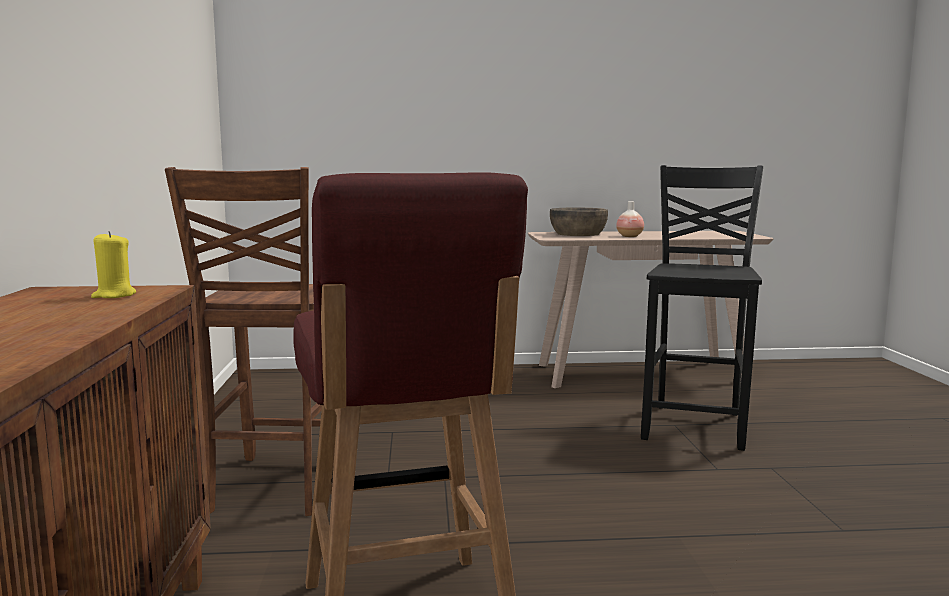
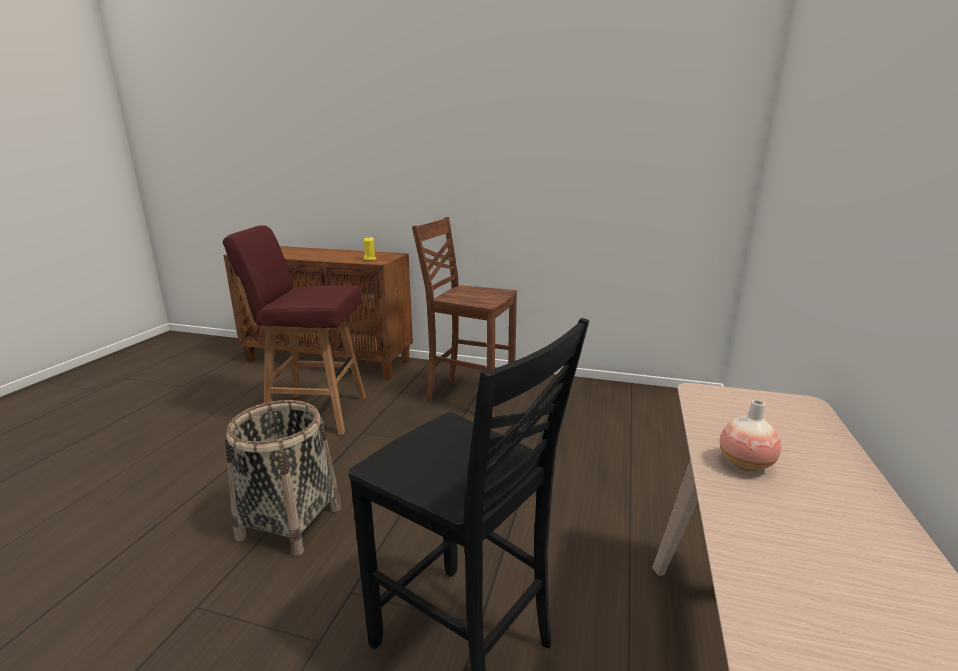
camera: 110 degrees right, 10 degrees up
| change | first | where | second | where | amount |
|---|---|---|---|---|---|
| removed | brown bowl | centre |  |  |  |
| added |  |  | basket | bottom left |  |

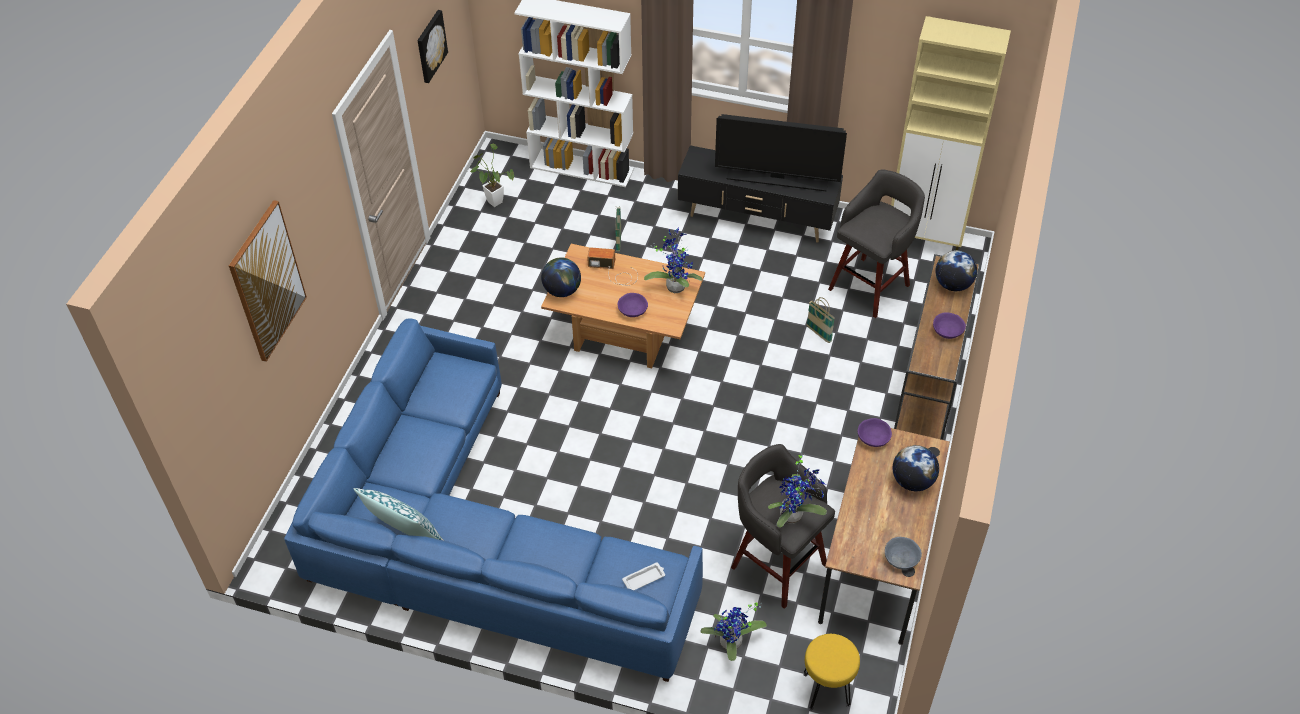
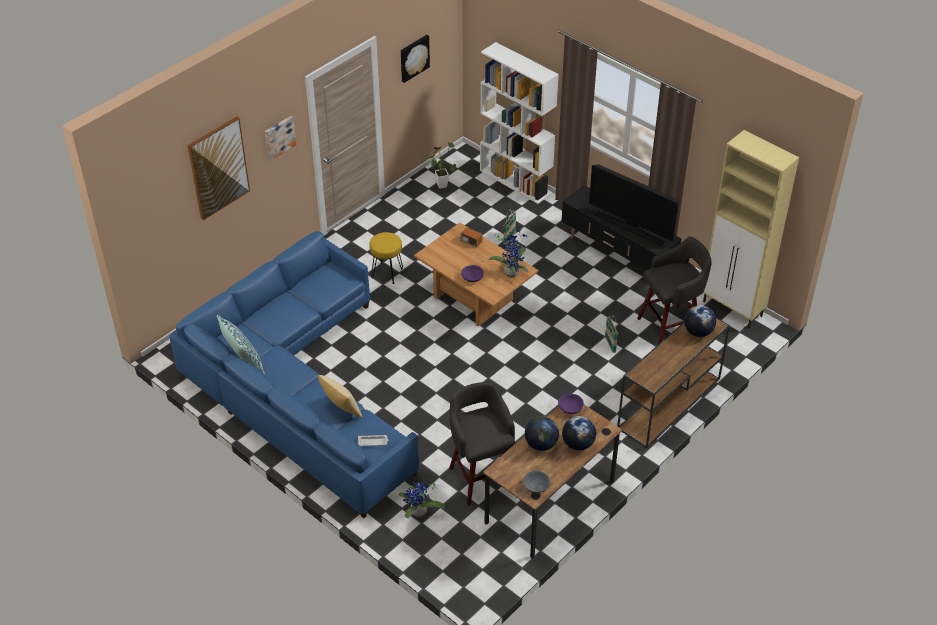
camera: 25 degrees right, 5 degrees down
| change | first | where | second | where | amount |
|---|---|---|---|---|---|
| removed | potted plant (4th from left) | bottom centre |  |  |  |
| removed | purple bowl (3rd from left) | middle right |  |  |  |
| added |  |  | picture (2nd from left) | top left |  |
| added |  |  | pillow (2nd from left) | centre |  |
| moved | globe (1st from left) | centre |  | bottom centre |  |
| moved | yellow stool | bottom centre |  | centre |  |

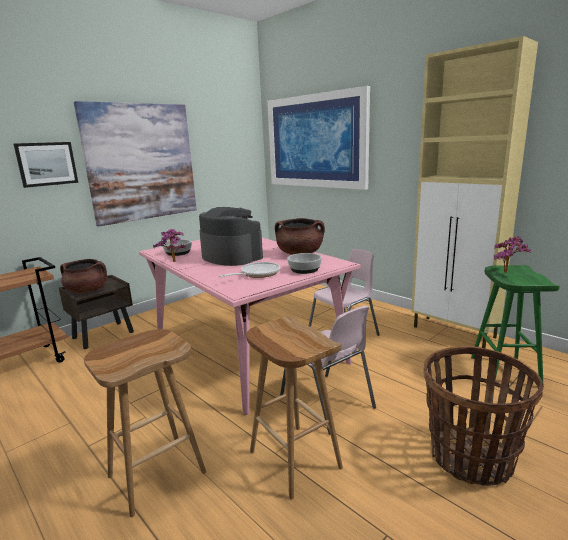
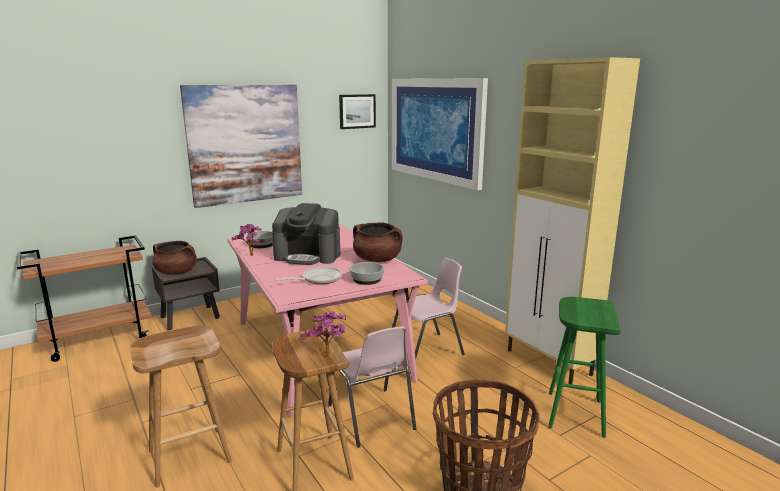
camera: 10 degrees right, 0 degrees up
| change | first | where | second | where | amount |
|---|---|---|---|---|---|
| moved | picture (1st from left in the first image) | top left | picture (2nd from left) | top centre |  |
| moved | potted plant (2nd from left) | middle right |  | bottom centre |  |
| turned | coffee machine | centre |  | centre | 135 degrees clockwise |

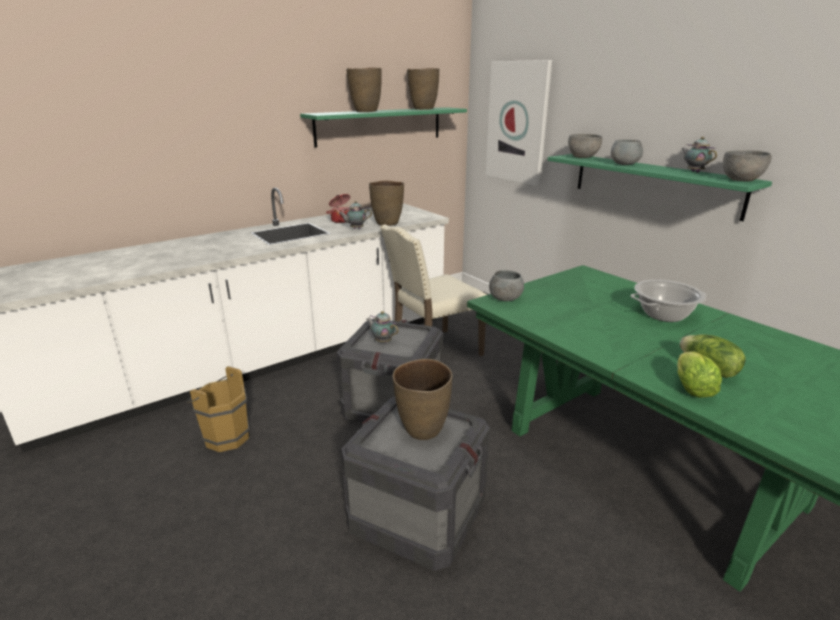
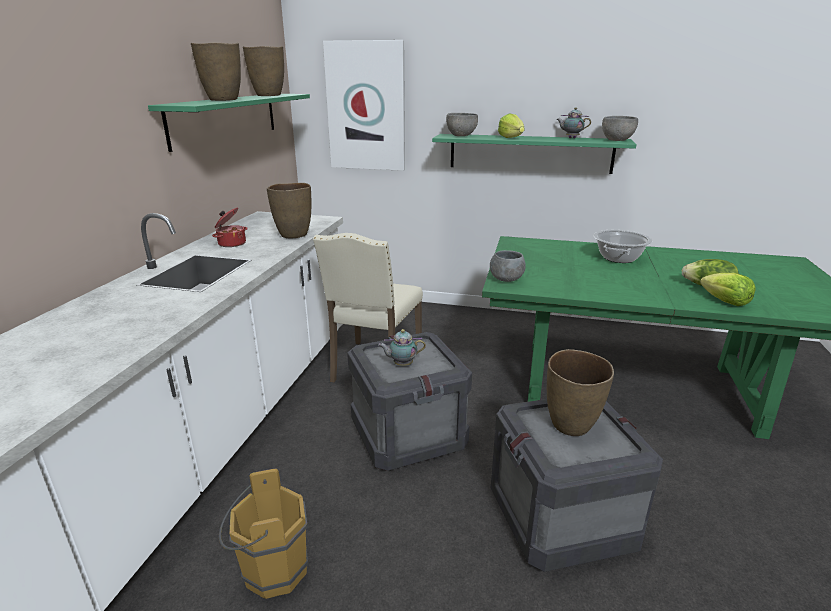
camera: 40 degrees left, 0 degrees up
| change | first | where | second | where | amount |
|---|---|---|---|---|---|
| removed | teapot (1st from left) | centre |  |  |  |
| replaced | grey bowl (3rd from left) | top right | lettuce (1st from left) | top centre |  |

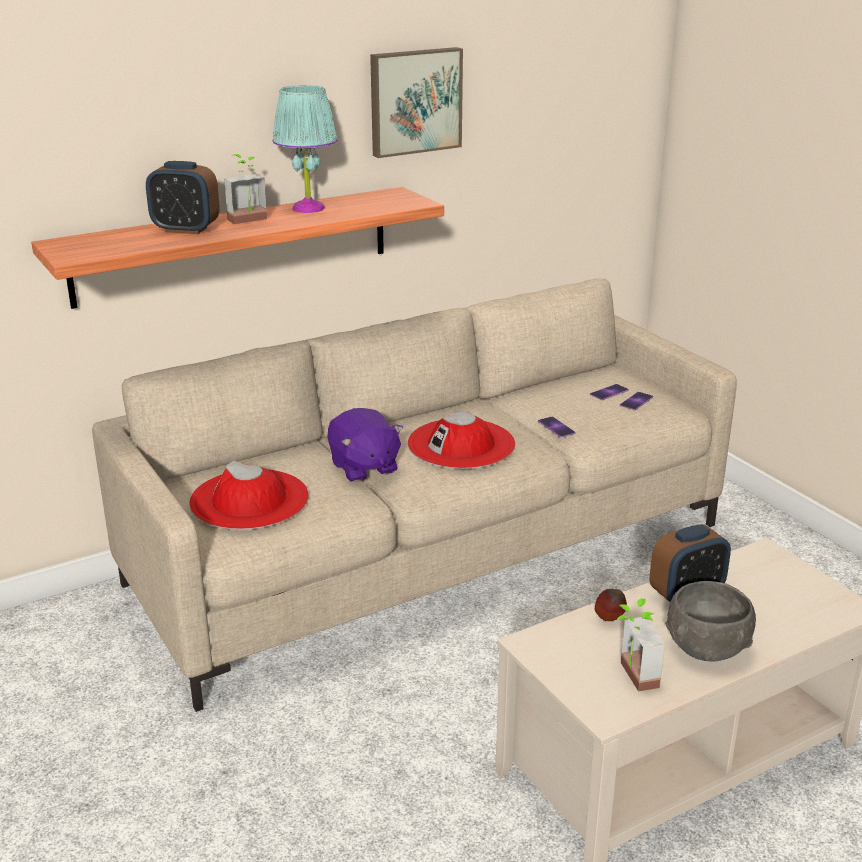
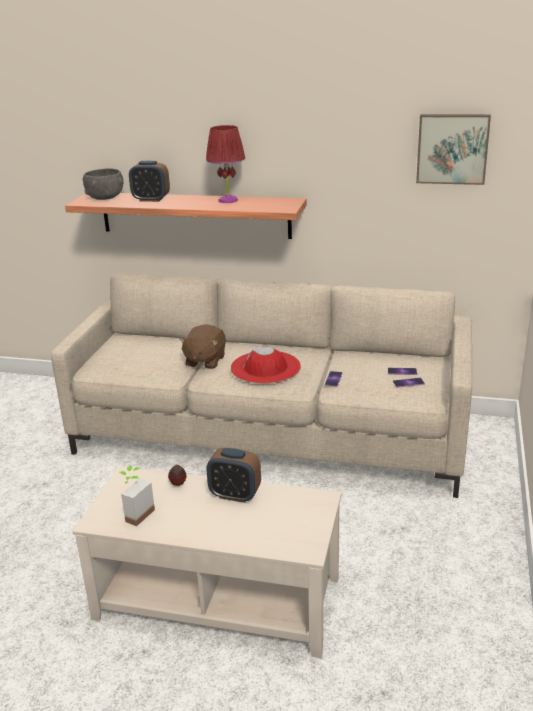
camera: 45 degrees right, 0 degrees up
| change | first | where | second | where | amount |
|---|---|---|---|---|---|
| removed | red hat (1st from left) | middle left |  |  |  |
| removed | potted plant (1st from left) | top left |  |  |  |
| moved | picture | top centre |  | top right |  |
| moved | grey bowl | bottom right |  | top left |  |
| recoloured | turquoise table lamp | top centre | red table lamp | top centre |  |
| recoloured | purple plush toy | centre | brown plush toy | centre |  |
| turned | alarm clock (1st from left) | top left |  | top left | 45 degrees counterclockwise |

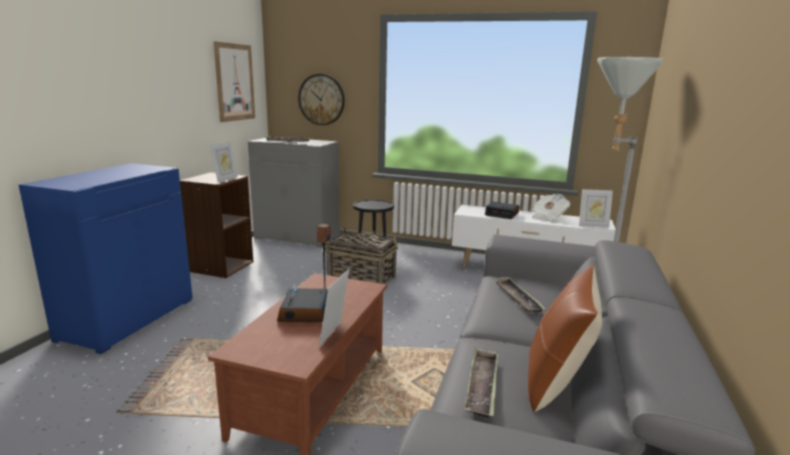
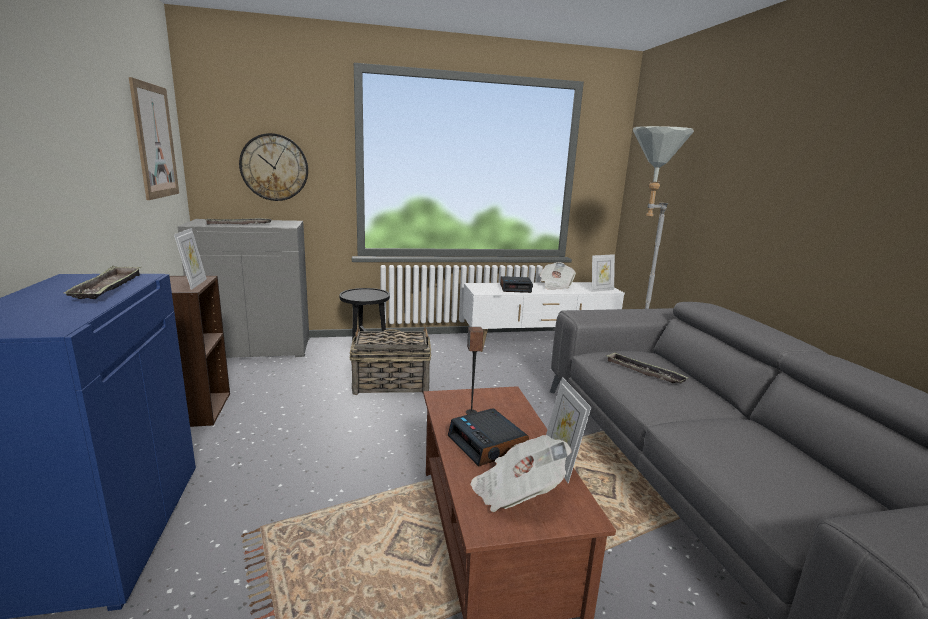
camera: 30 degrees left, 0 degrees up
| change | first | where | second | where | amount |
|---|---|---|---|---|---|
| removed | brown pillow | bottom right |  |  |  |
| added |  |  | newspaper (1st from left) | bottom centre |  |
| moved | tray (2nd from left in the first image) | bottom centre | tray (1st from left) | middle left |  |

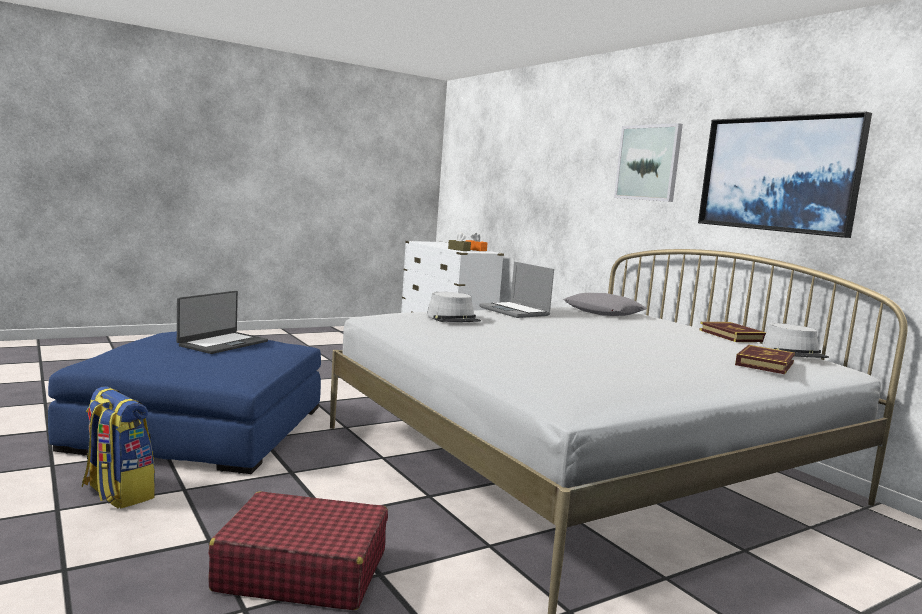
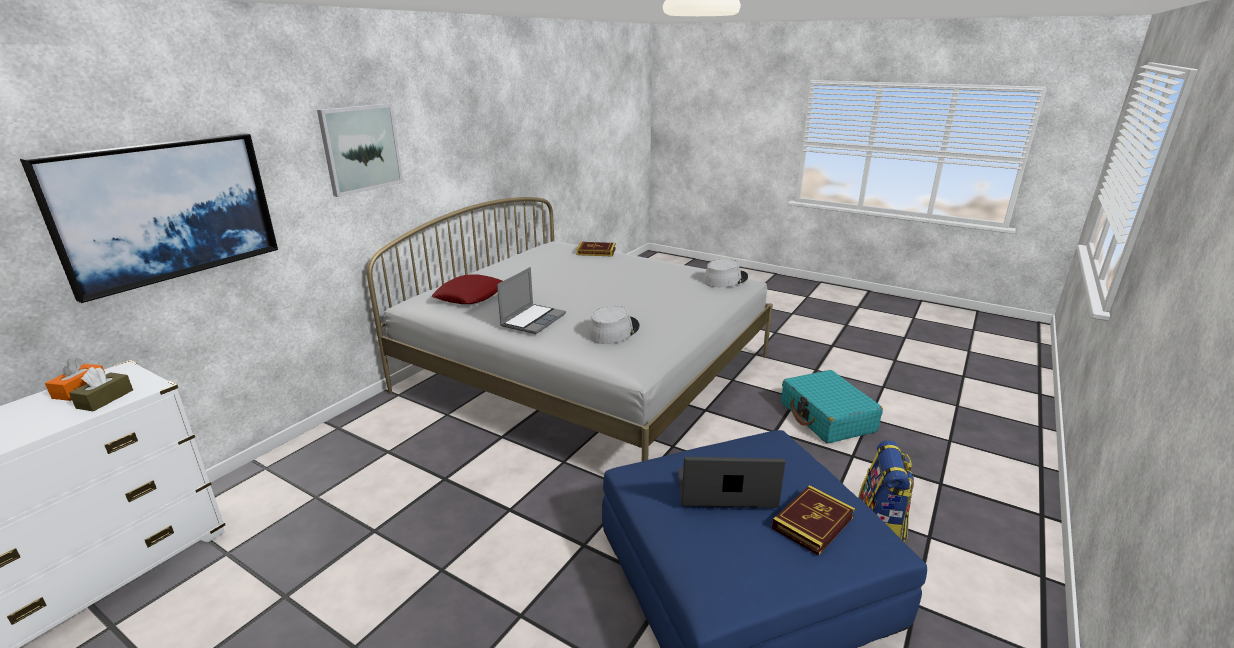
camera: 115 degrees left, 15 degrees up
| change | first | where | second | where | amount |
|---|---|---|---|---|---|
| moved | picture (2nd from left in the first image) | top right | picture (1st from left) | middle left |  |
| moved | book (1st from left in the first image) | middle right | book (2nd from left) | bottom centre |  |
| moved | grey hat (2nd from left) | middle right |  | centre |  |
| recoloured | red suitcase | bottom left | turquoise suitcase | middle right |  |
| recoloured | grey pillow | centre | red pillow | centre |  |

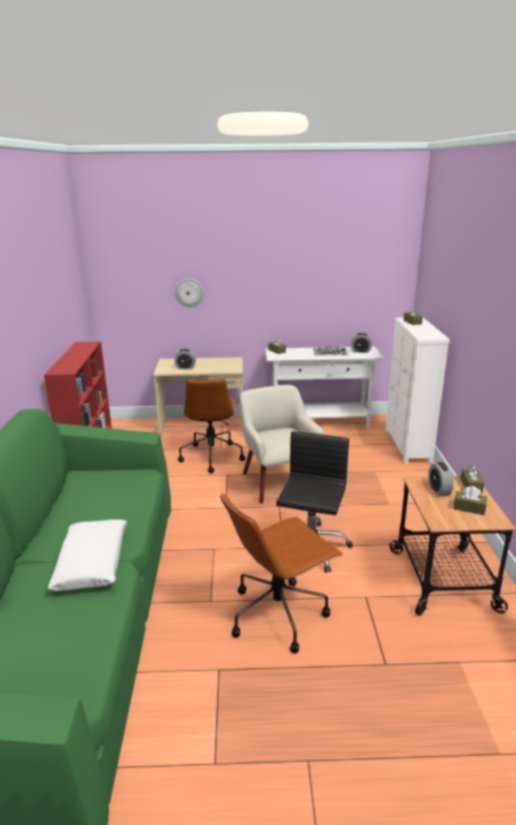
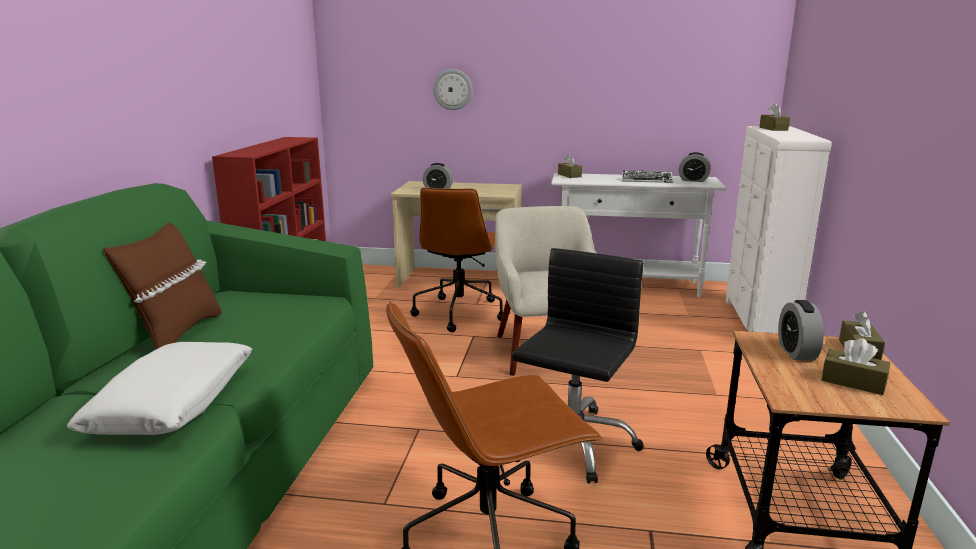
camera: 10 degrees right, 5 degrees down
| change | first | where | second | where | amount |
|---|---|---|---|---|---|
| added |  |  | brown pillow | middle left |  |

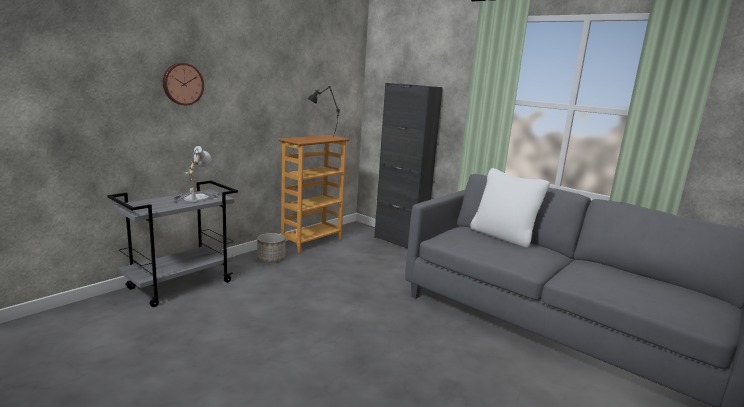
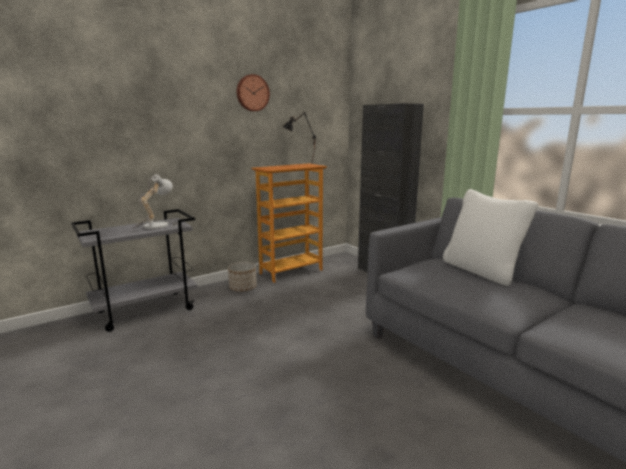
camera: 15 degrees right, 0 degrees up
| change | first | where | second | where | amount |
|---|---|---|---|---|---|
| moved | wall clock | top left |  | top centre |  |

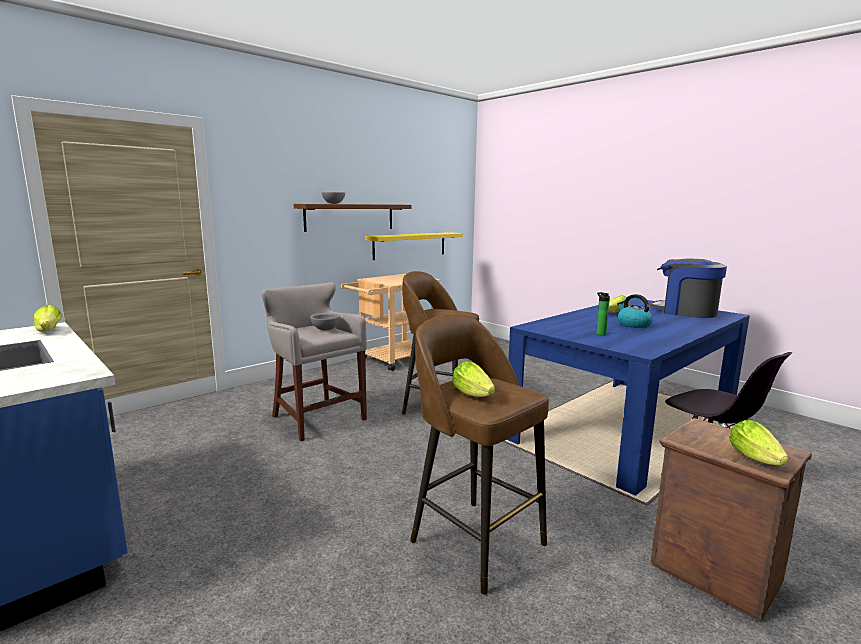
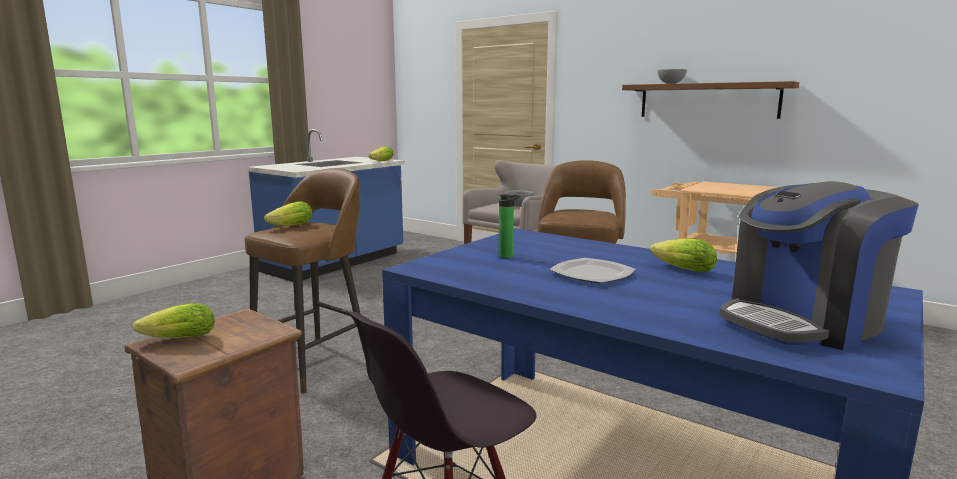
camera: 80 degrees right, 0 degrees up
| change | first | where | second | where | amount |
|---|---|---|---|---|---|
| removed | yellow shelf | centre |  |  |  |
| replaced | kettle | middle right | plate | centre |  |
| turned | coffee machine | middle right |  | middle right | 150 degrees counterclockwise |

